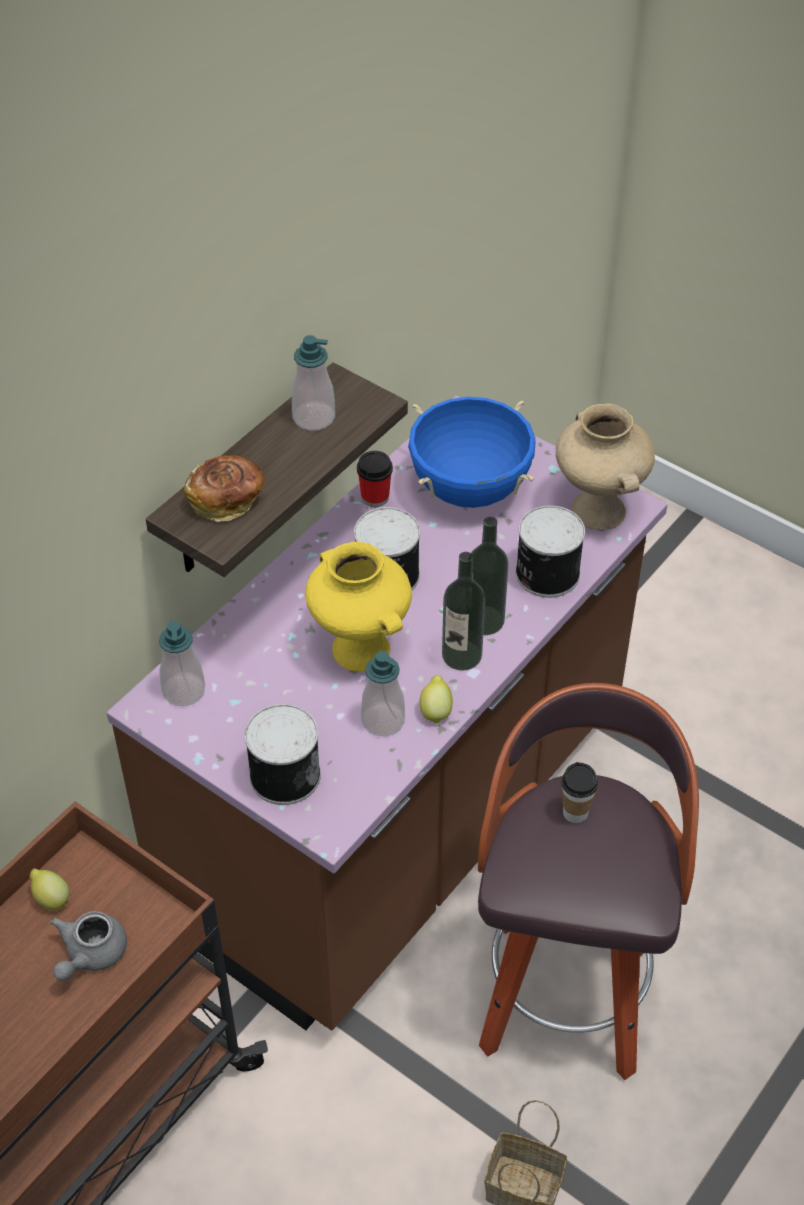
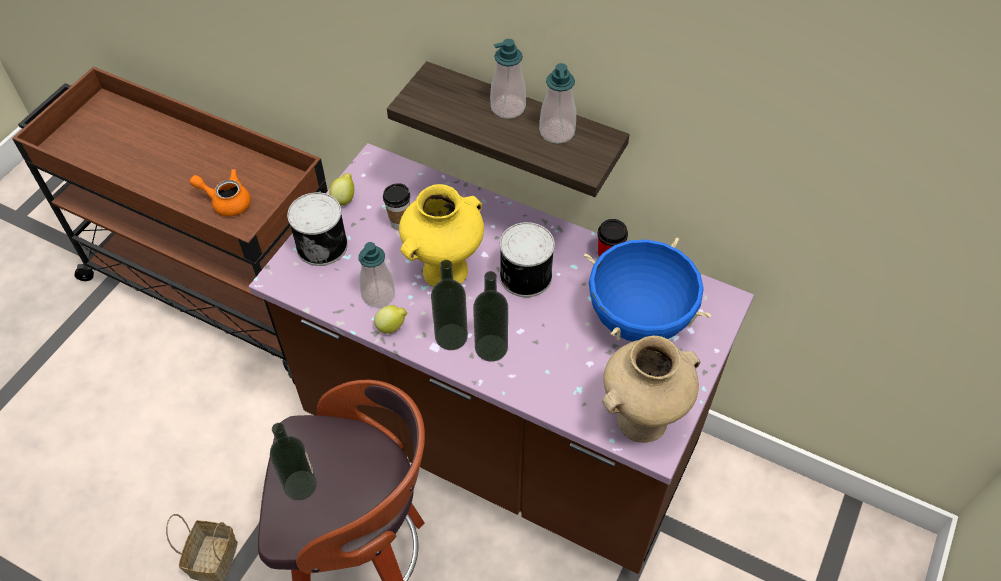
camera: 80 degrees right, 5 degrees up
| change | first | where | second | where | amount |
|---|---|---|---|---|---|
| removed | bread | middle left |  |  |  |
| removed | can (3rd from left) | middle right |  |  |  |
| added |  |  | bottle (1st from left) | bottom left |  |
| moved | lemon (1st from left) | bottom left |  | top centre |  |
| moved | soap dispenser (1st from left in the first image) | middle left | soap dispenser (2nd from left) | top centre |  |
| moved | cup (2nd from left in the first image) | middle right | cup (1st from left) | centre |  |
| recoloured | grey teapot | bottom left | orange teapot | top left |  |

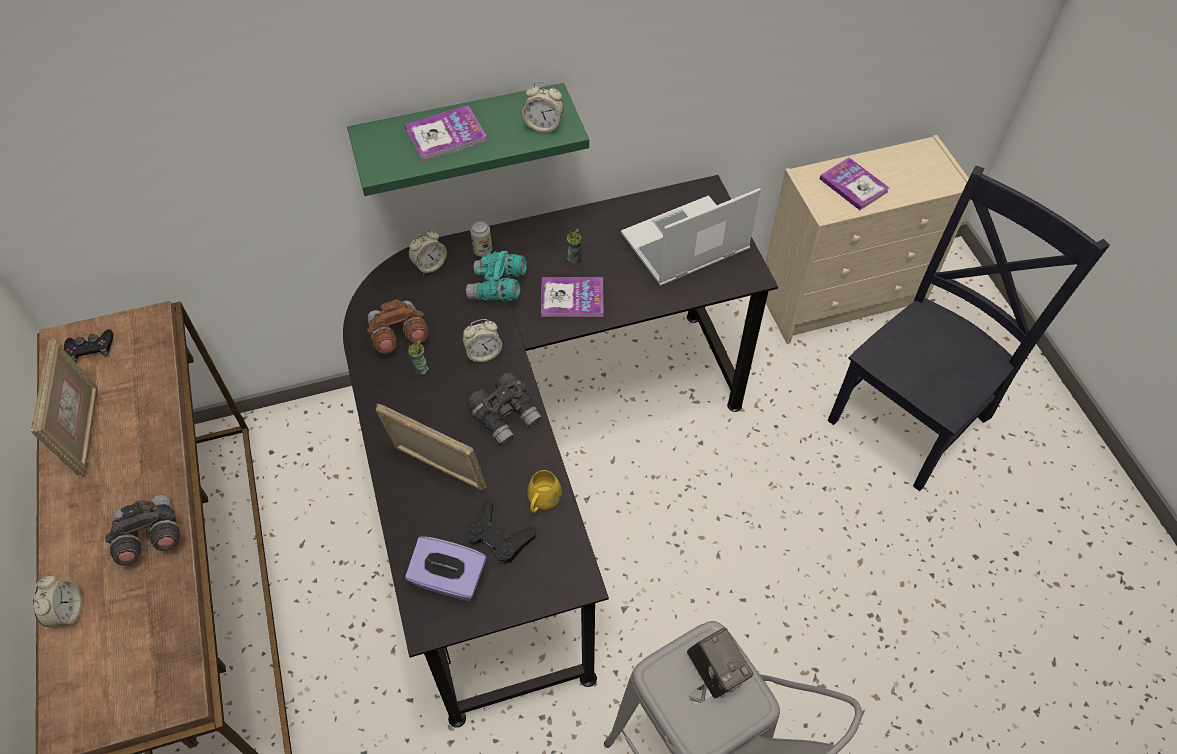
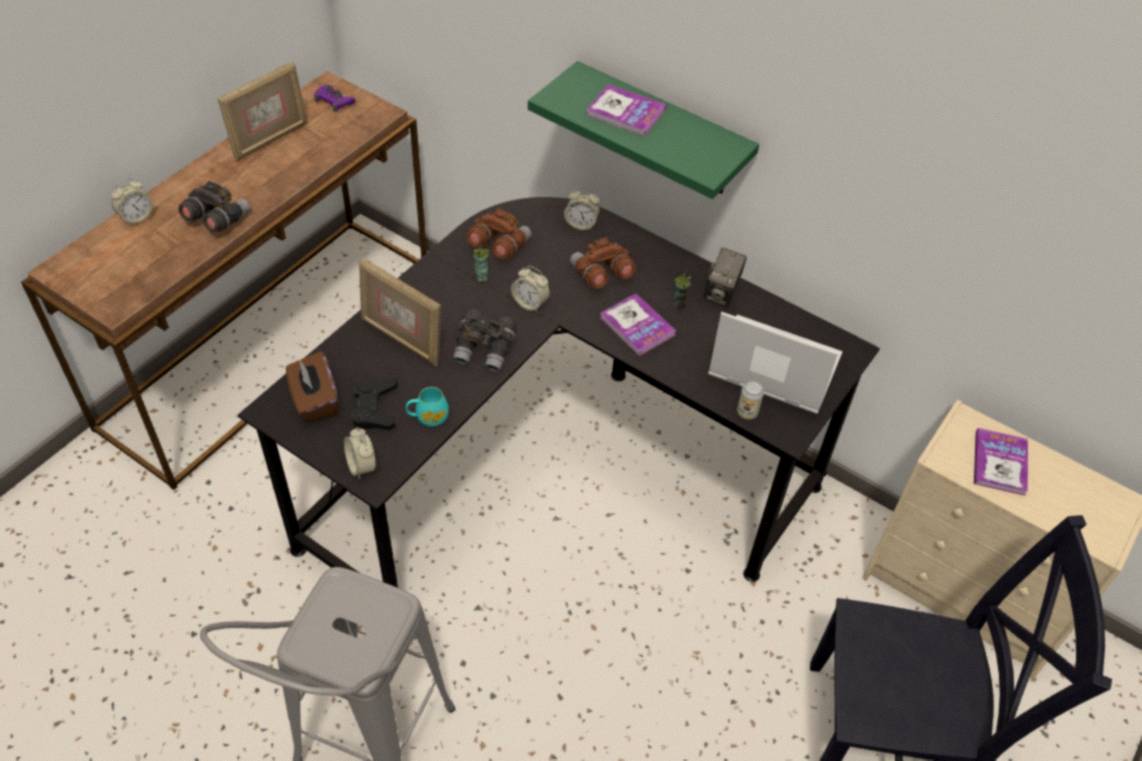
camera: 50 degrees right, 5 degrees down
| change | first | where | second | where | amount |
|---|---|---|---|---|---|
| moved | can | top centre |  | centre |  |
| moved | alarm clock (4th from left in the first image) | top centre | alarm clock (2nd from left) | middle left |  |
| moved | photo camera | bottom centre |  | centre |  |
| recoloured | black game controller (1st from left) | middle left | purple game controller | top left |  |
| recoloured | purple tissue box | bottom centre | brown tissue box | middle left |  |
| recoloured | turquoise binoculars | centre | brown binoculars (2nd from left) | centre |  |
| recoloured | yellow mug | centre | turquoise mug | centre |  |
| turned | picture frame (2nd from left) | centre |  | centre | 135 degrees clockwise |

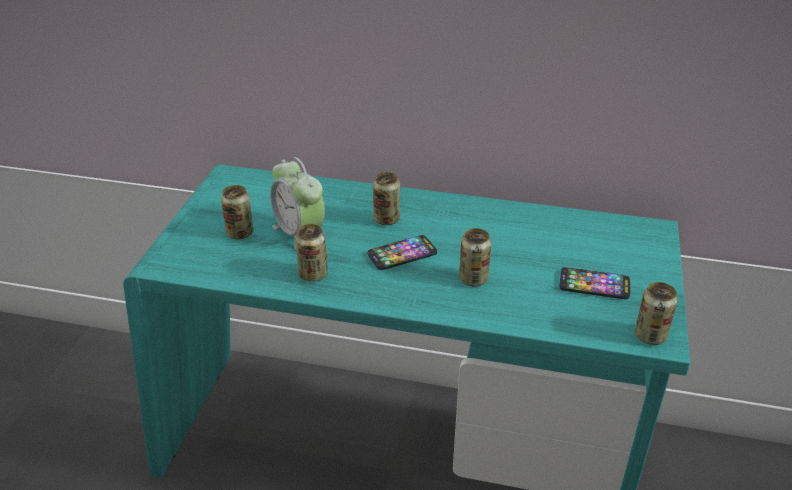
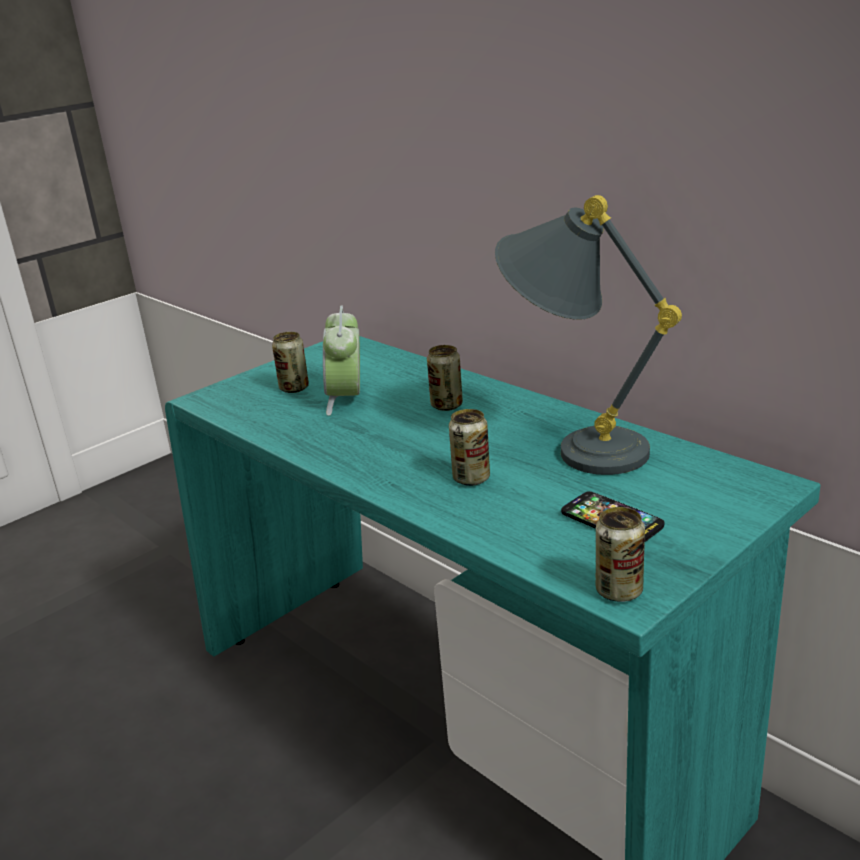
camera: 35 degrees right, 10 degrees down
| change | first | where | second | where | amount |
|---|---|---|---|---|---|
| removed | can (2nd from left) | centre |  |  |  |
| removed | phone (1st from left) | centre |  |  |  |
| added |  |  | grey table lamp | middle right |  |

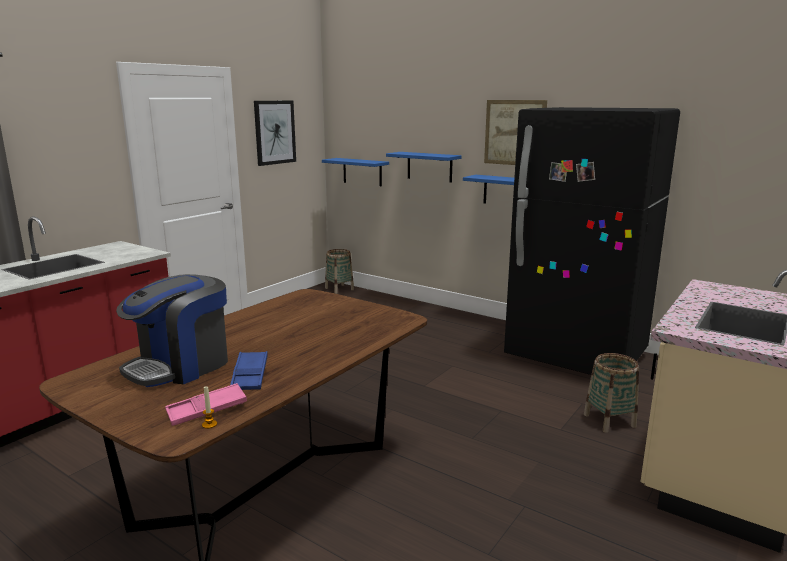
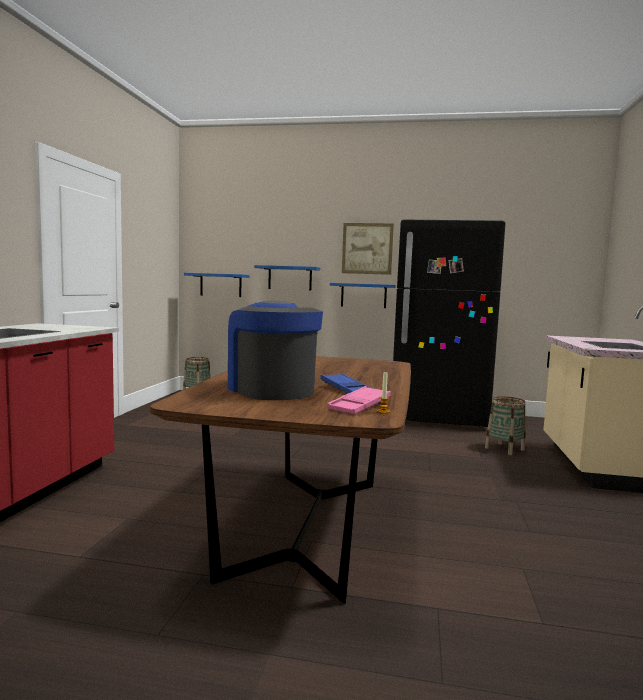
camera: 25 degrees left, 10 degrees down
| change | first | where | second | where | amount |
|---|---|---|---|---|---|
| removed | picture (1st from left) | top centre |  |  |  |
| turned | coffee machine | middle left |  | centre | 135 degrees clockwise |

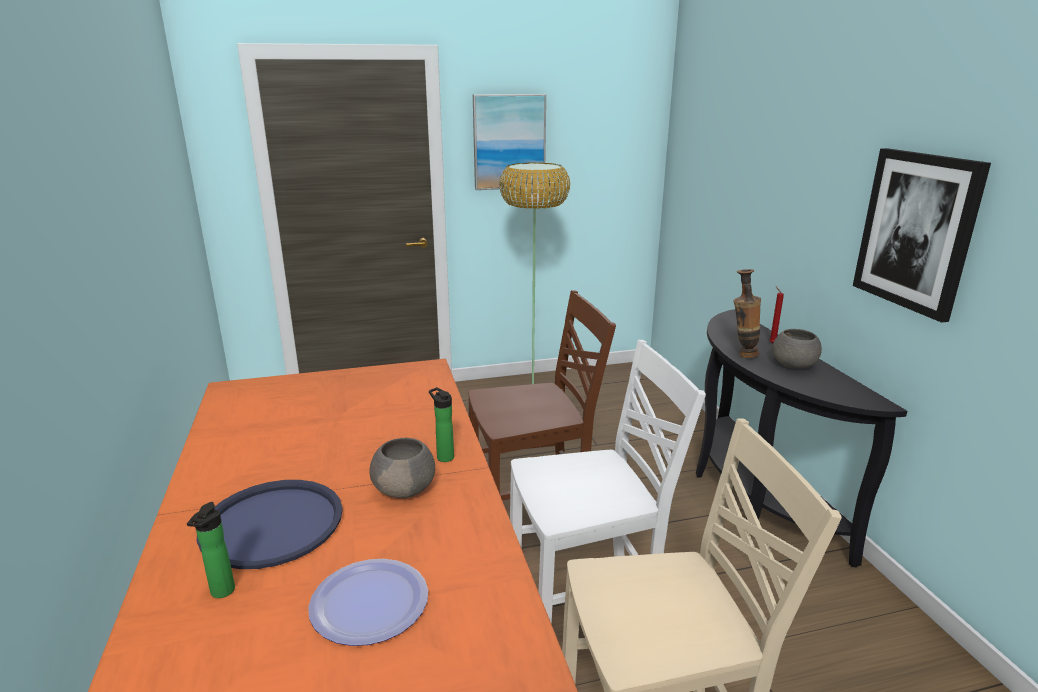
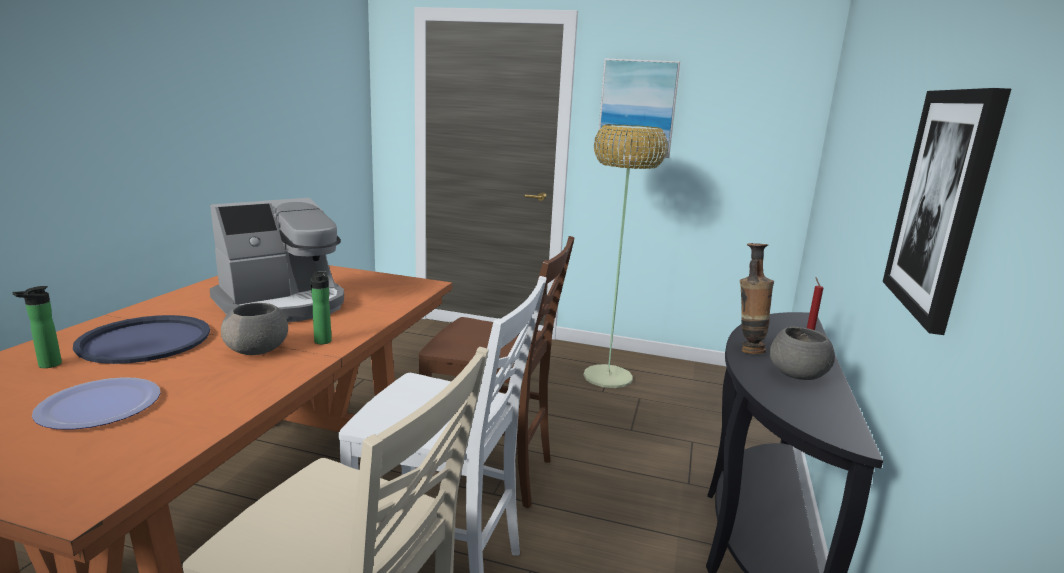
camera: 30 degrees right, 5 degrees down
| change | first | where | second | where | amount |
|---|---|---|---|---|---|
| added |  |  | coffee machine | middle left |  |

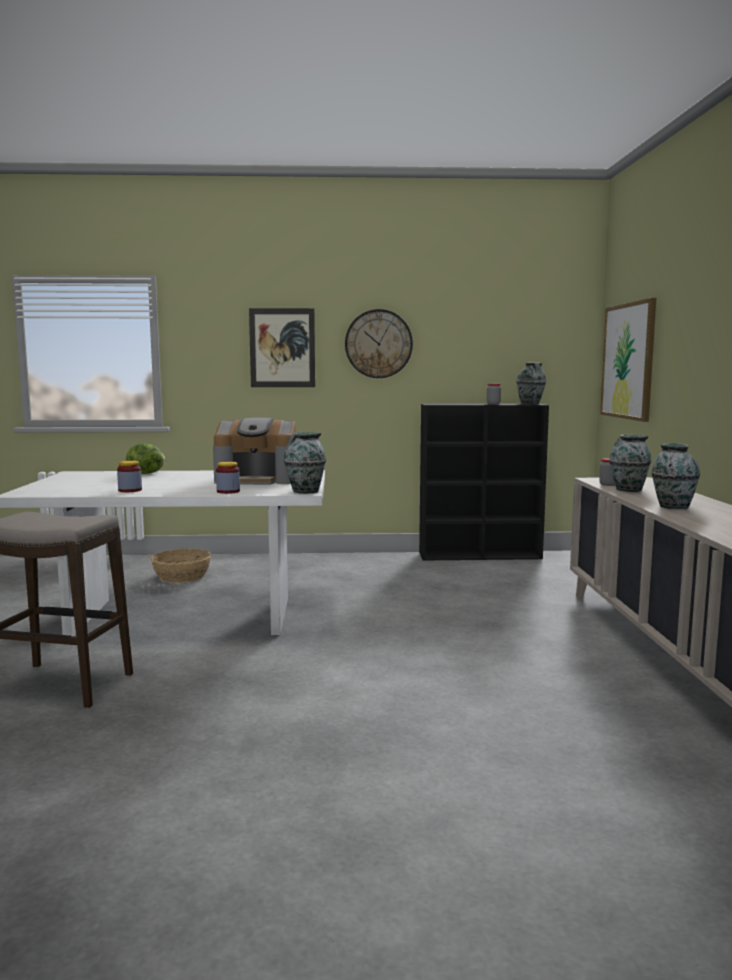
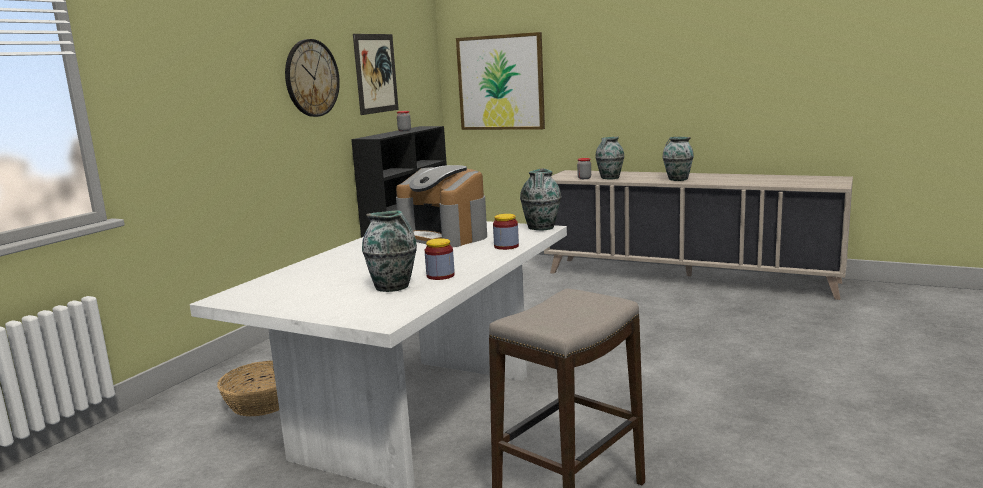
camera: 60 degrees left, 5 degrees up
| change | first | where | second | where | amount |
|---|---|---|---|---|---|
| removed | lettuce | middle left |  |  |  |
| moved | picture (1st from left) | centre |  | top centre |  |
| moved | vase (2nd from left in the first image) | middle right | vase (1st from left) | centre |  |
| turned | coffee machine | centre |  | centre | 105 degrees clockwise |

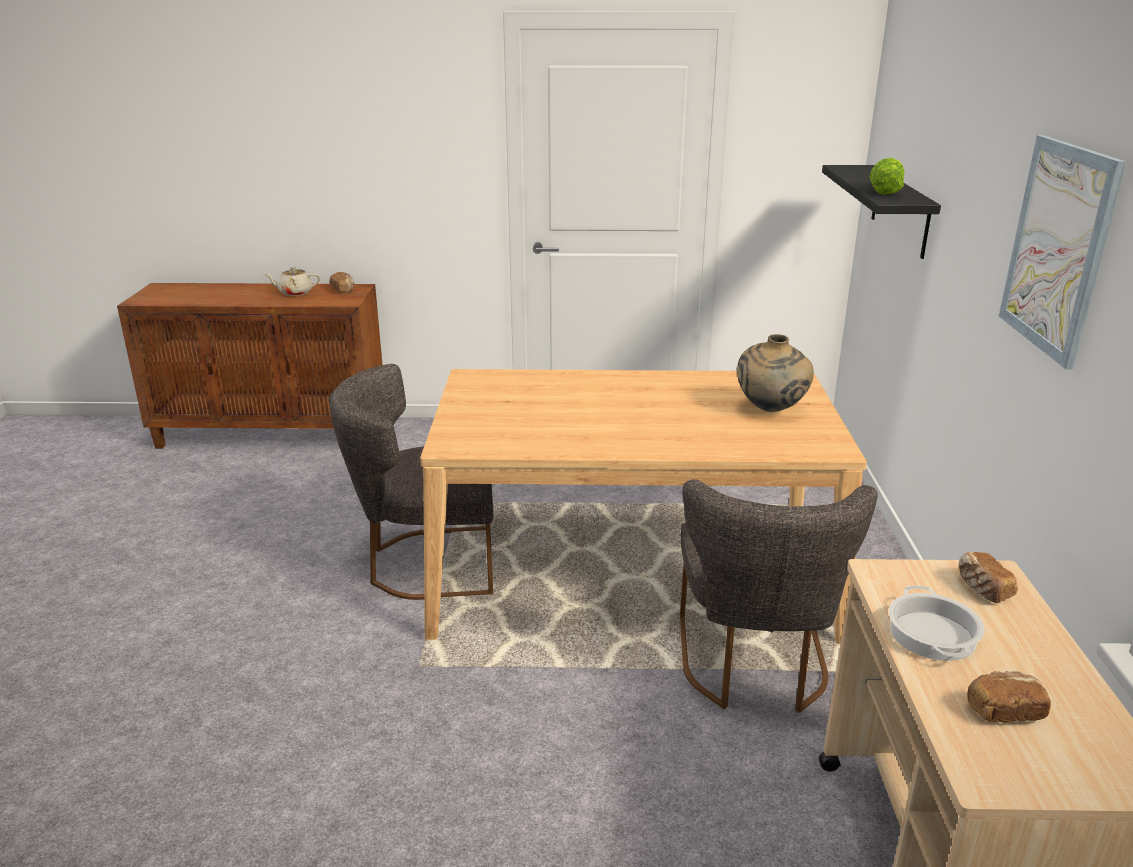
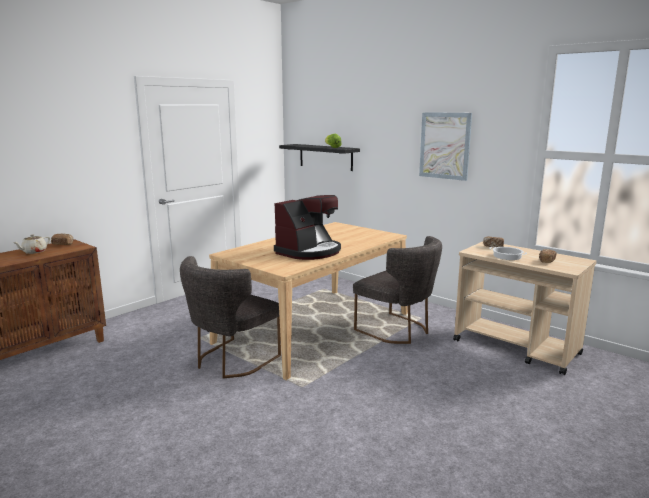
camera: 50 degrees left, 10 degrees down
| change | first | where | second | where | amount |
|---|---|---|---|---|---|
| removed | beige vase | middle right |  |  |  |
| added |  |  | coffee machine | centre |  |

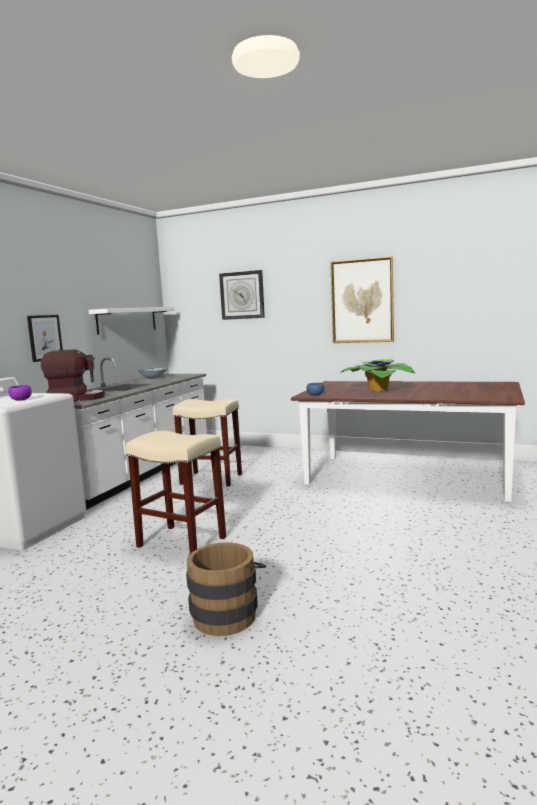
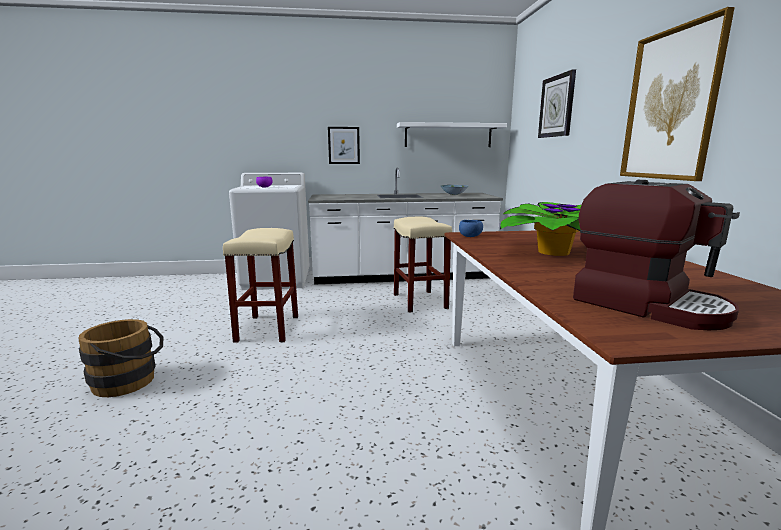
camera: 60 degrees right, 5 degrees up
| change | first | where | second | where | amount |
|---|---|---|---|---|---|
| moved | coffee machine | middle left |  | middle right |  |

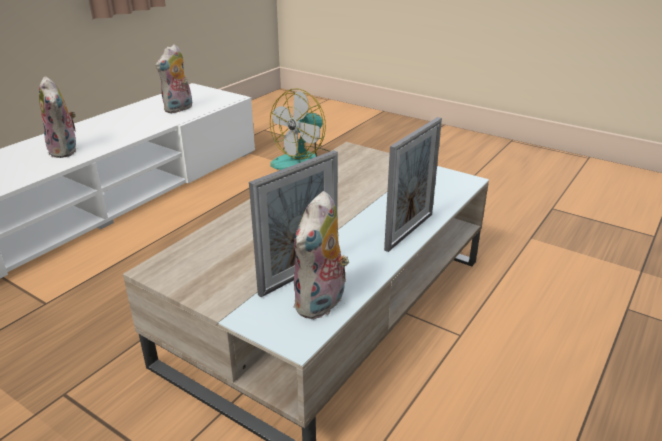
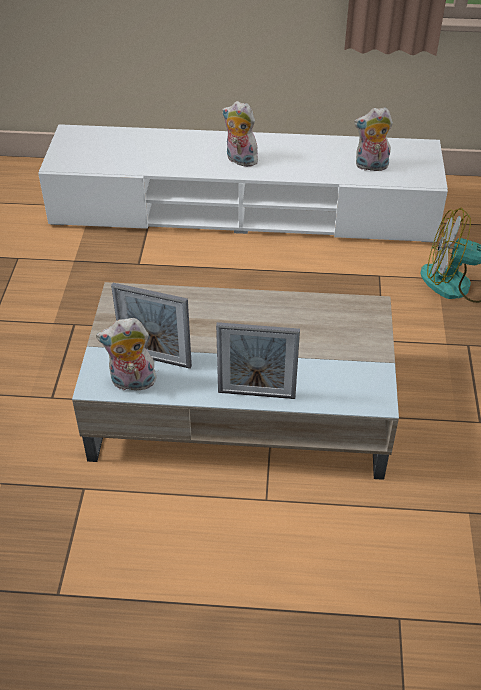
camera: 60 degrees right, 15 degrees up
| change | first | where | second | where | amount |
|---|---|---|---|---|---|
| turned | plush toy (1st from left in the first image) | top left | plush toy (2nd from left) | top centre | 90 degrees clockwise |

